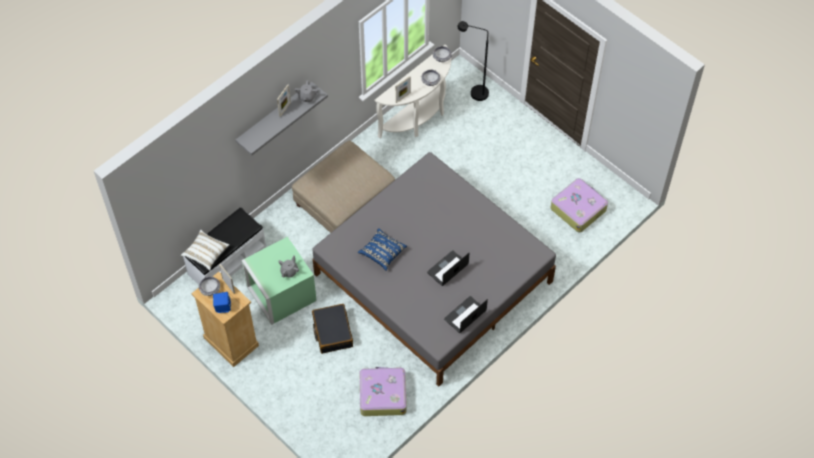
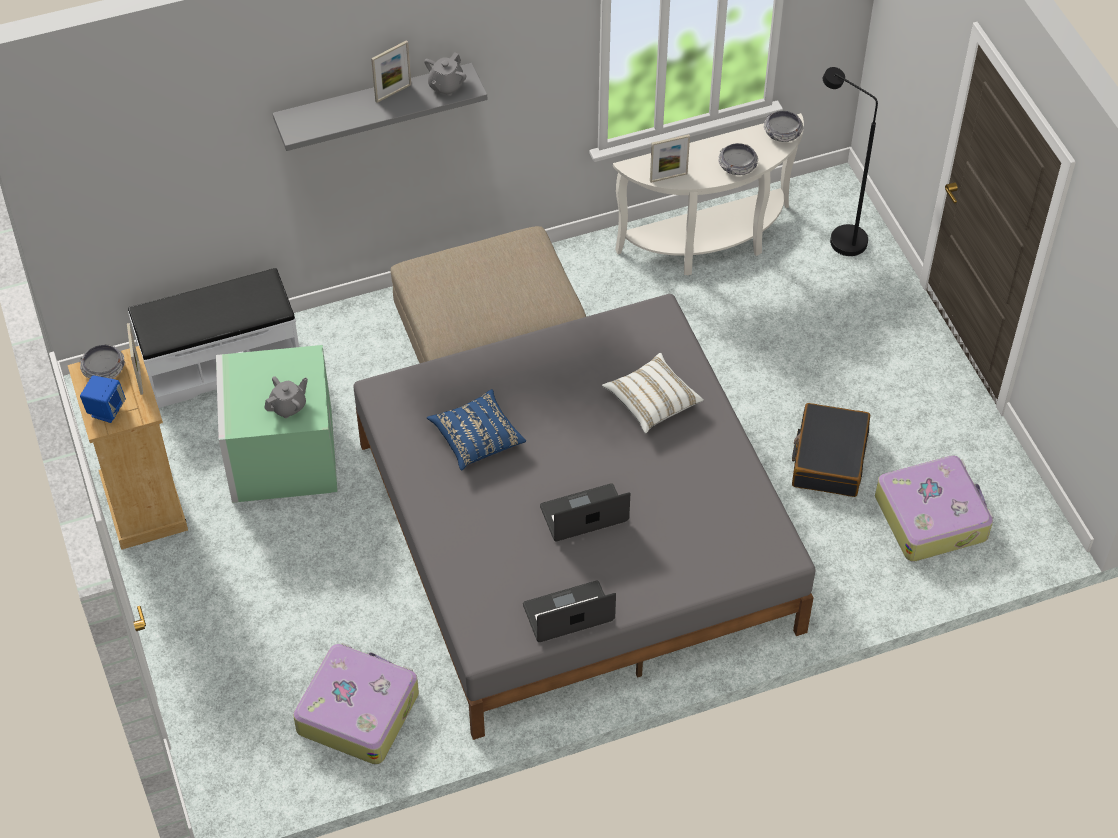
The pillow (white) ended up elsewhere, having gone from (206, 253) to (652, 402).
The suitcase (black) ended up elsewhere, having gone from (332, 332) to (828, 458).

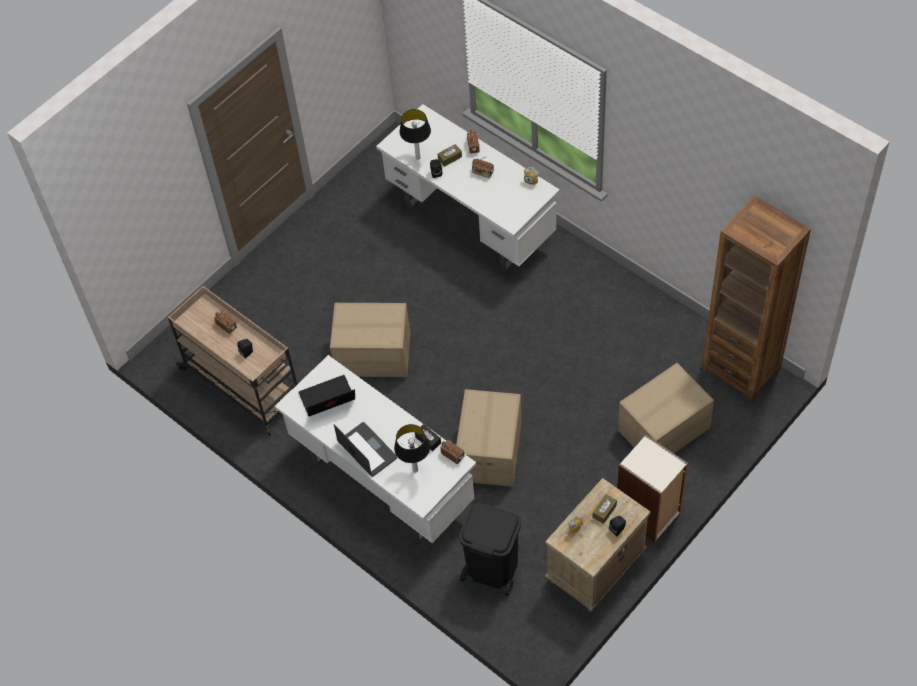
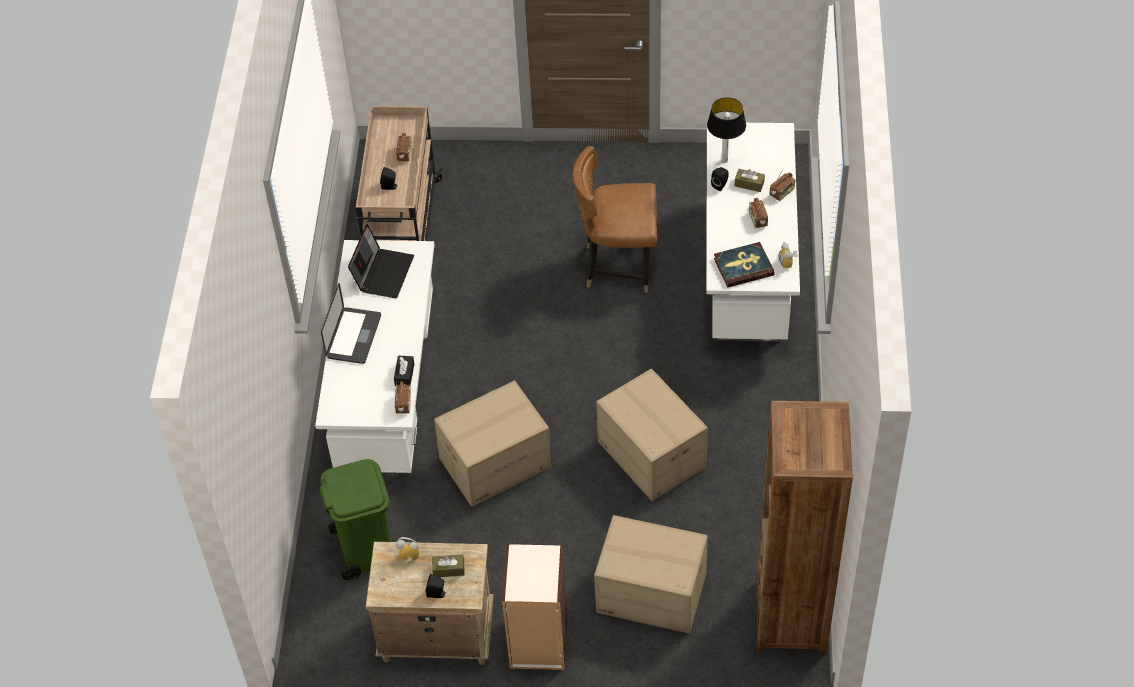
The laptop at (327, 400) ended up facing another way, 75 degrees clockwise from before.
The cardboard box ended up elsewhere, having gone from (373, 355) to (650, 455).
The second view lost the table lamp at (415, 470).
What was the trash can (black) at (492, 569) turned into the trash can (green) at (365, 548).
The second view gained the chair (brown) at (618, 266).
The second view gained the book at (743, 266).

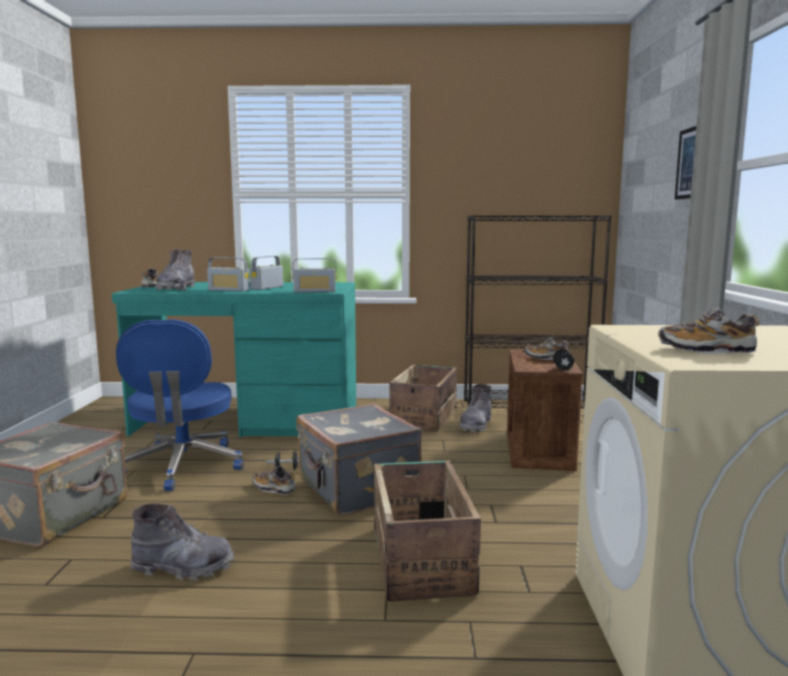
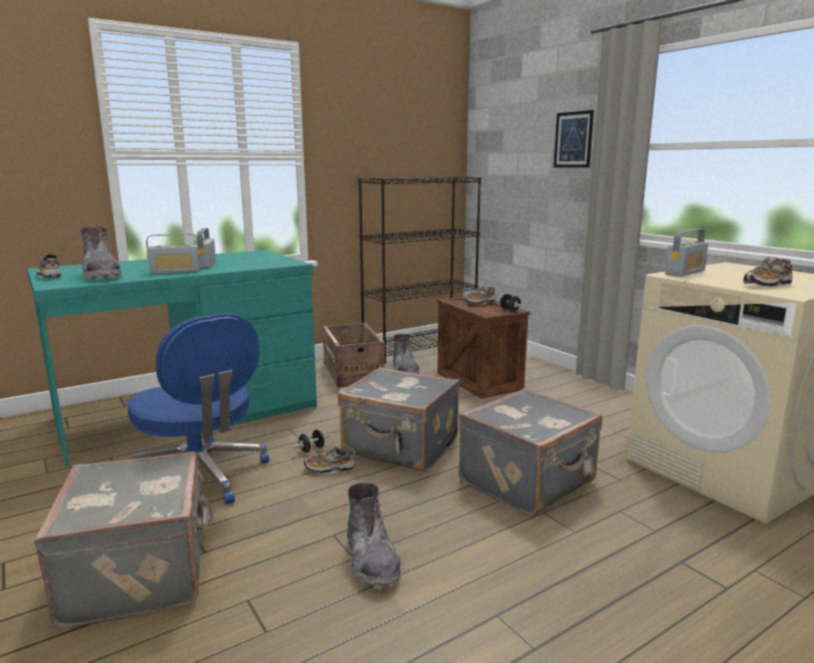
The boot (grey) at (183, 568) ended up facing another way, 105 degrees clockwise from before.
The radio ended up elsewhere, having gone from (314, 291) to (685, 272).
Where the crate stood at (421, 558), the suitcase (grey) came to stand at (529, 482).

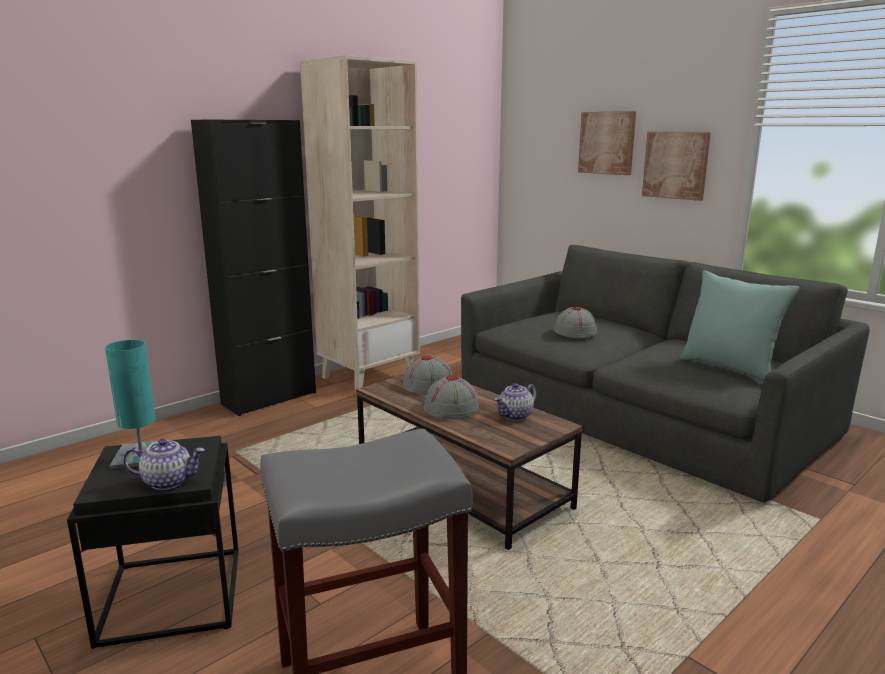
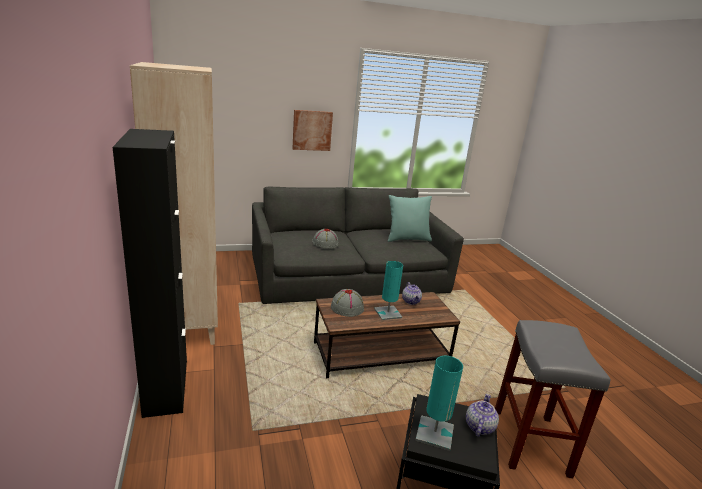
Where the hat (grey) stood at (451, 408), the table lamp (turquoise) came to stand at (387, 313).
The second view lost the picture at (607, 143).

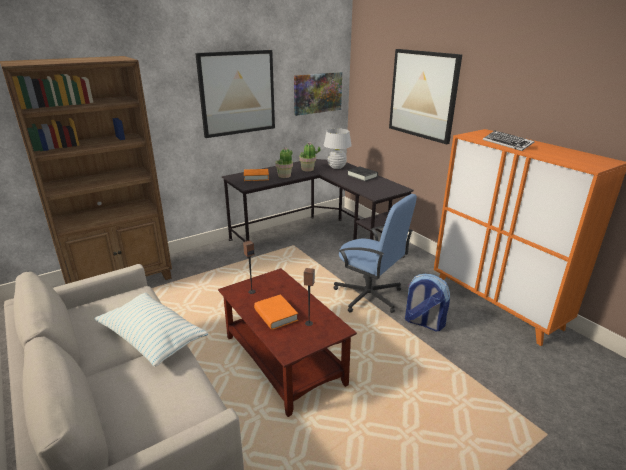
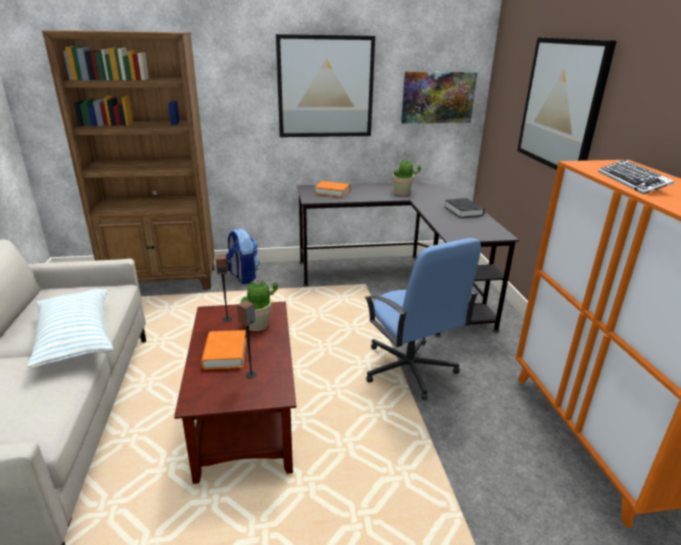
The potted plant ended up elsewhere, having gone from (284, 176) to (257, 325).
The second view lost the table lamp (white) at (336, 167).
The backpack ended up elsewhere, having gone from (423, 322) to (242, 277).

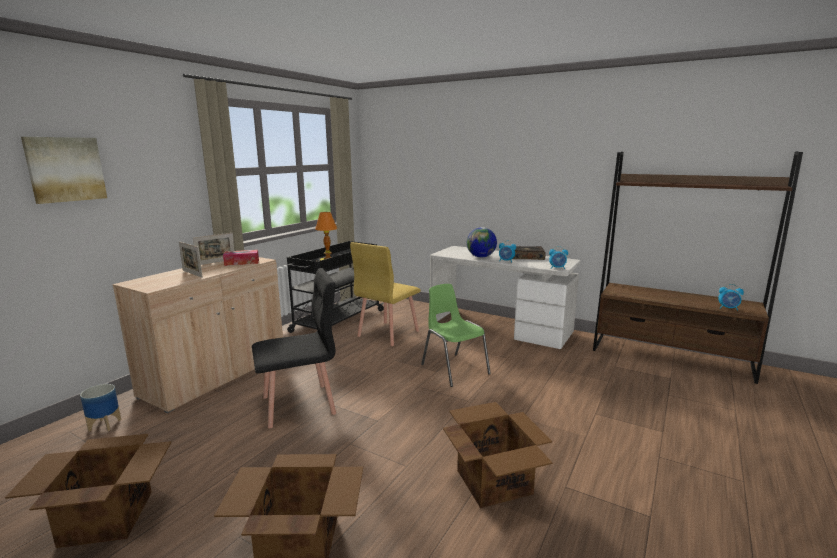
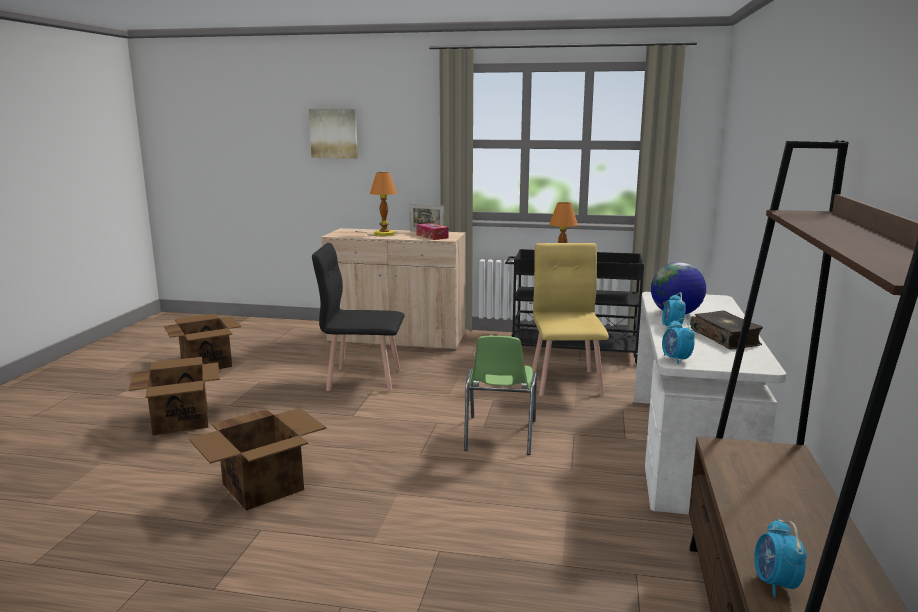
The second view lost the planter at (104, 425).
Where the picture frame stood at (192, 274), the table lamp came to stand at (381, 234).
The chair (black) at (299, 405) ended up facing another way, 135 degrees clockwise from before.
The chair (yellow) at (387, 333) ended up facing another way, 75 degrees clockwise from before.
The chair (green) at (454, 369) ended up facing another way, 150 degrees clockwise from before.

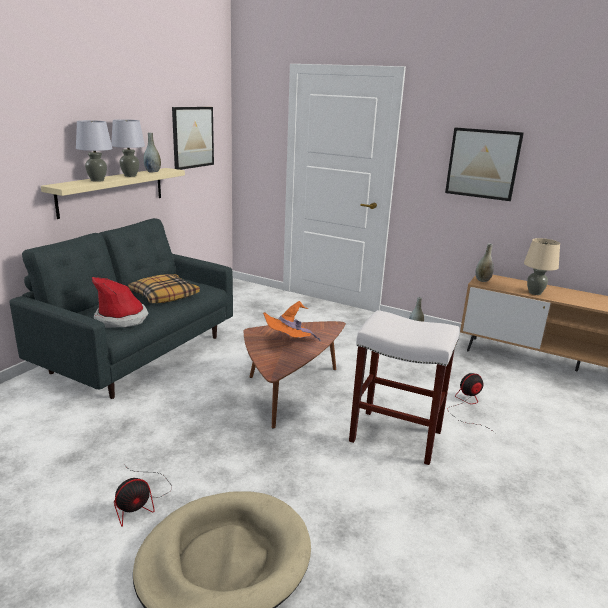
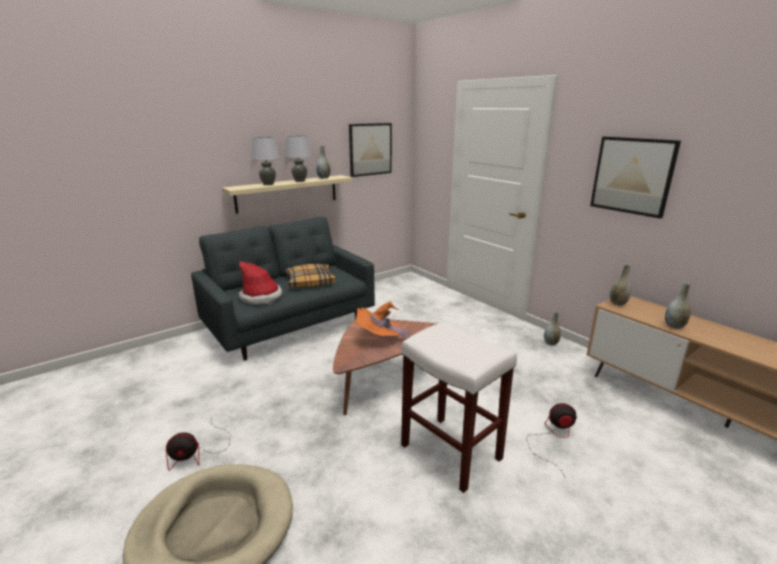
Where the table lamp (beige) stood at (535, 293), the vase (grey) came to stand at (674, 326).

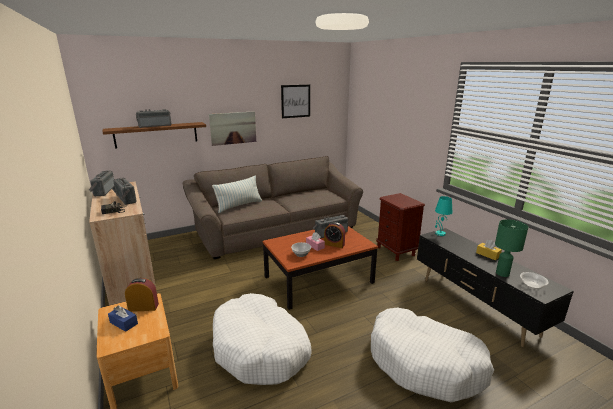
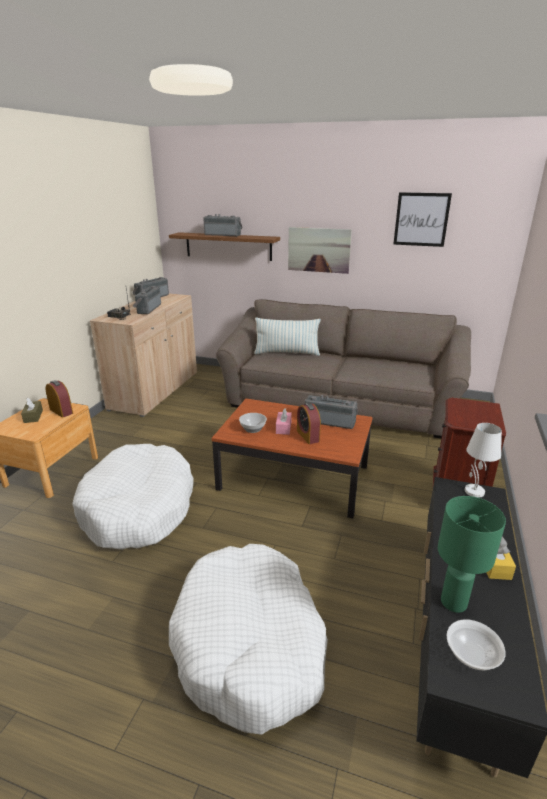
What was the tissue box (blue) at (124, 323) turned into the tissue box (brown) at (33, 416).
What was the table lamp (turquoise) at (440, 233) turned into the table lamp (white) at (473, 491).

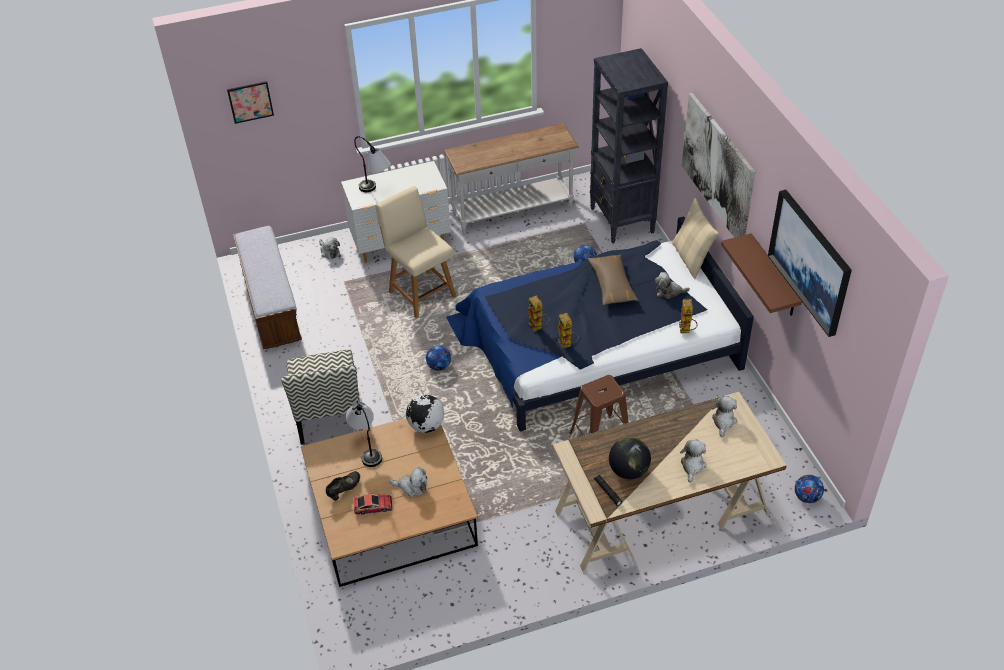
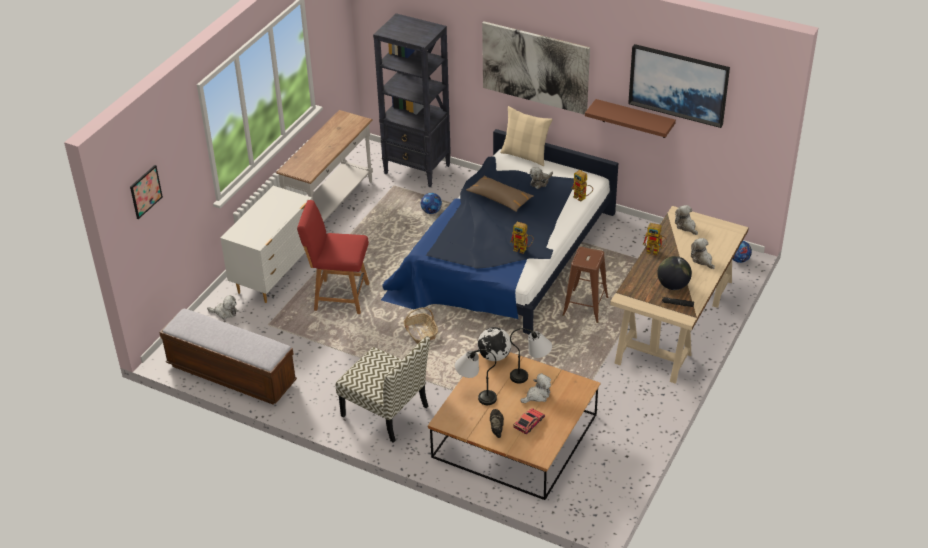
The table lamp ended up elsewhere, having gone from (376, 191) to (531, 375).
What was the chair (beige) at (421, 293) turned into the chair (red) at (339, 297).
Where the football stood at (439, 366), the basket came to stand at (420, 333).
The toy robot ended up elsewhere, having gone from (538, 327) to (655, 251).

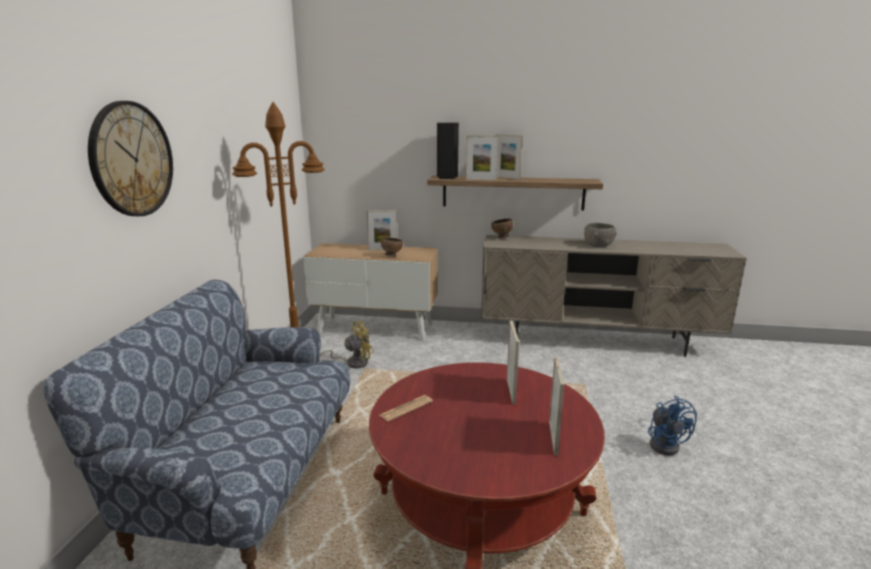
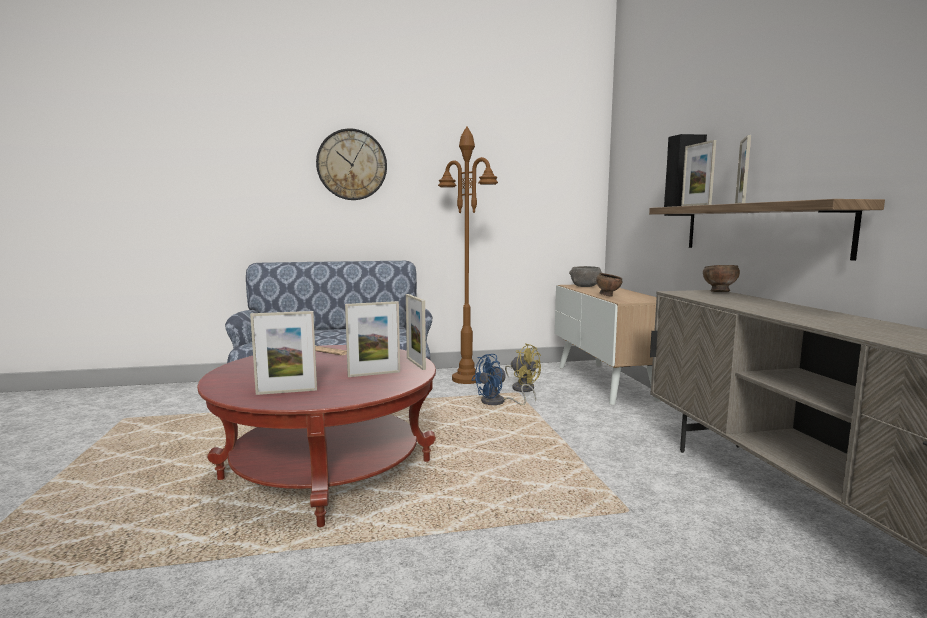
The picture frame ended up elsewhere, having gone from (382, 250) to (415, 363).
The bowl (grey) ended up elsewhere, having gone from (598, 245) to (585, 286).
The fan (blue) ended up elsewhere, having gone from (665, 444) to (498, 403).

